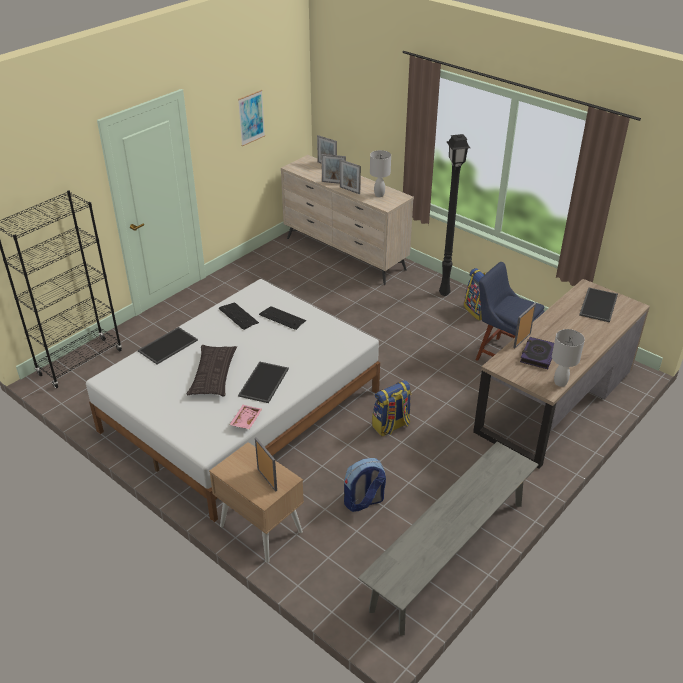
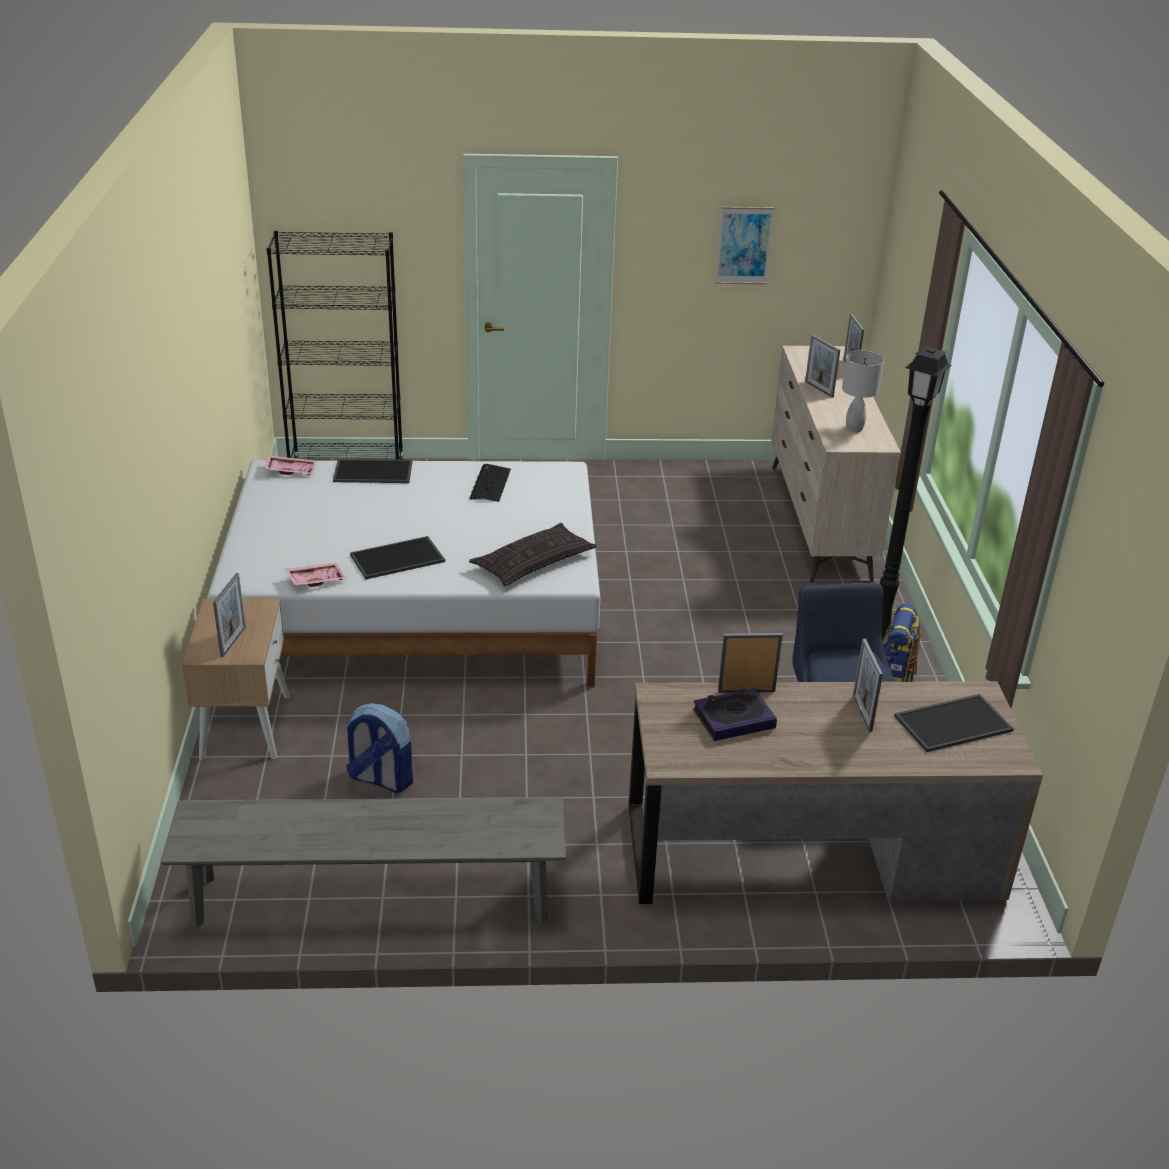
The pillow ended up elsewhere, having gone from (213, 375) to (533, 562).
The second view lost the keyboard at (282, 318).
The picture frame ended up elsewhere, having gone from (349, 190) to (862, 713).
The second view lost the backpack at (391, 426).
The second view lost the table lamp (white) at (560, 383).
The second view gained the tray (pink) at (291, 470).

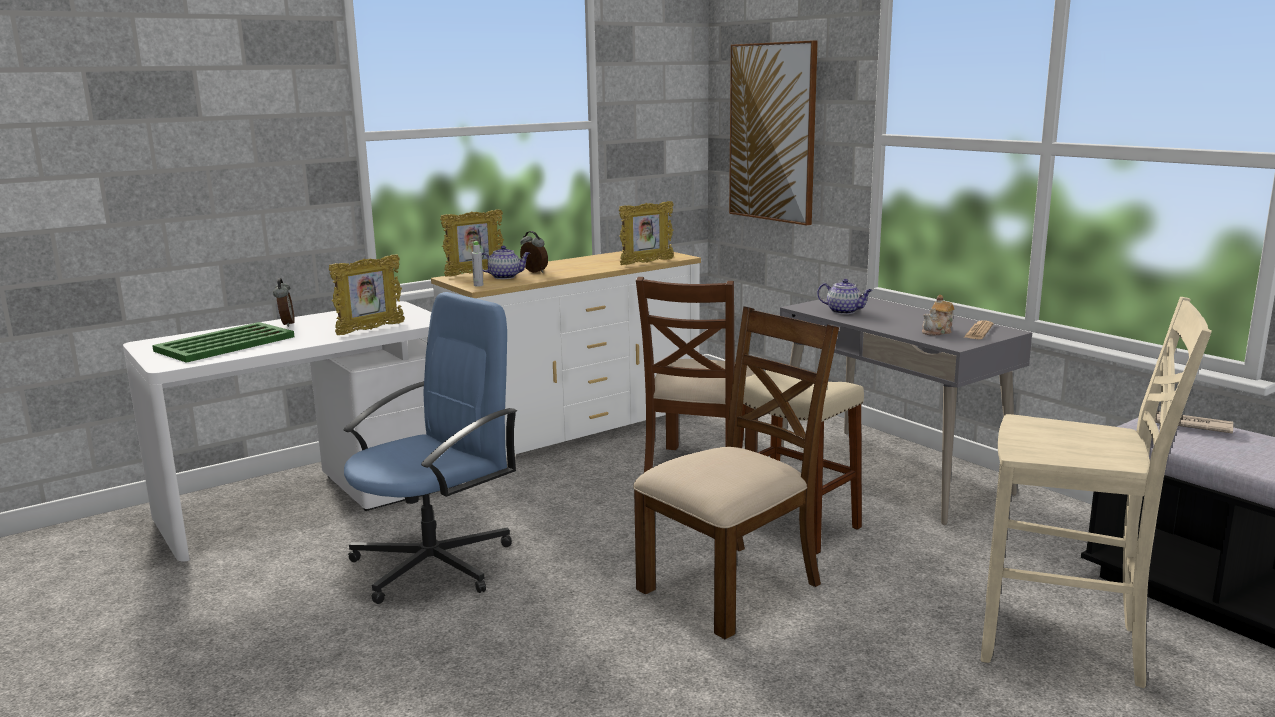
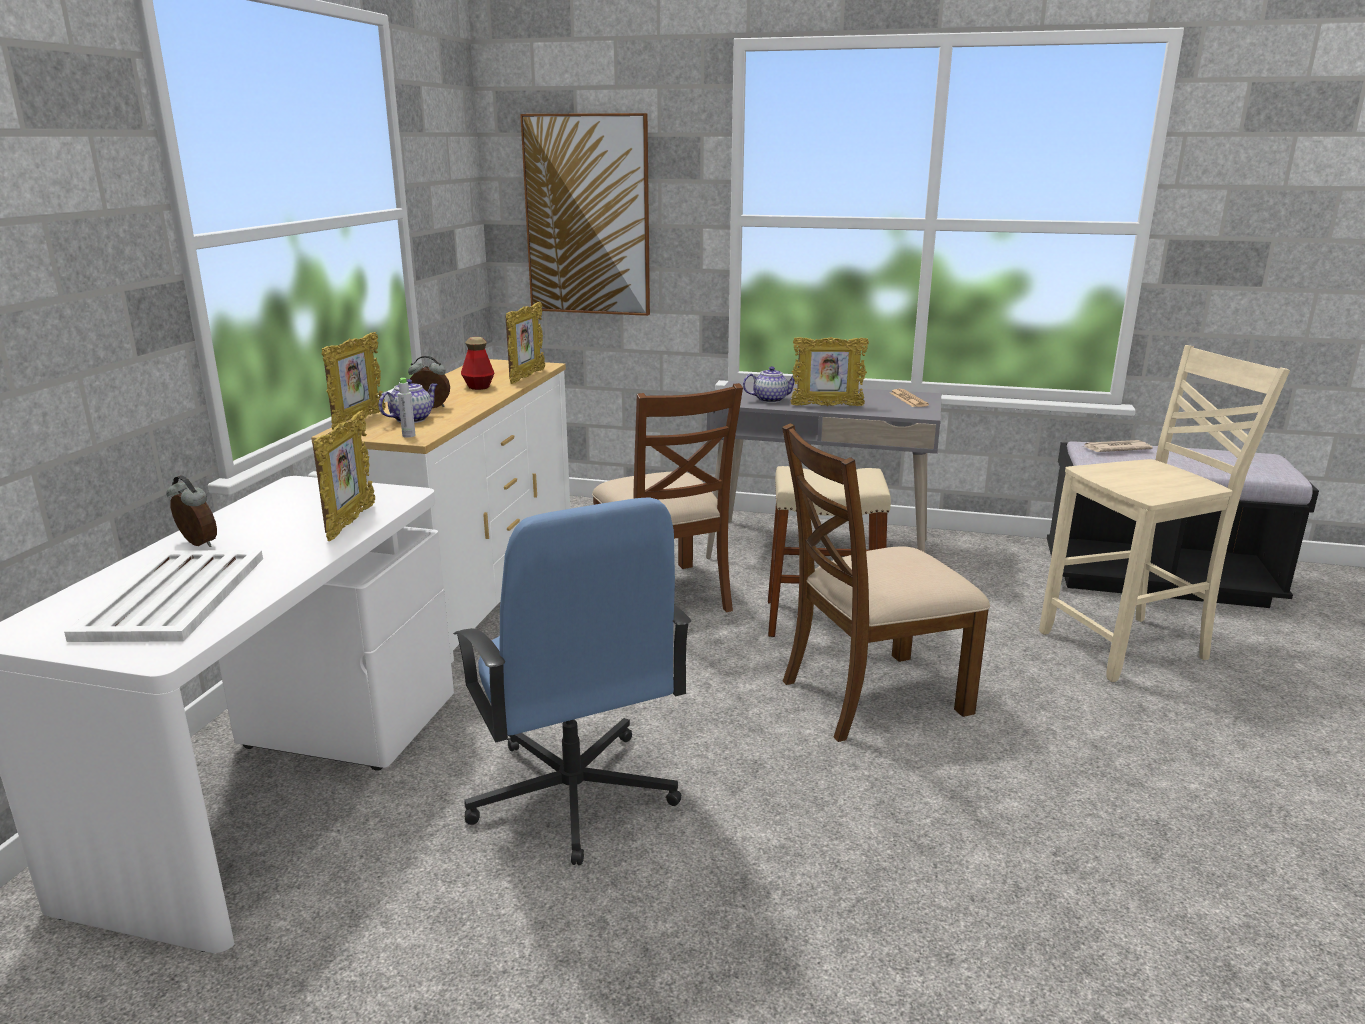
What was the tray (green) at (224, 344) turned into the tray (white) at (172, 597).
The office chair (blue) at (435, 564) ended up facing another way, 150 degrees clockwise from before.
The chair (brown) at (732, 586) ended up facing another way, 120 degrees counterclockwise from before.
The second view lost the teapot at (938, 332).
The second view gained the bottle at (478, 387).
The second view gained the picture frame at (827, 406).

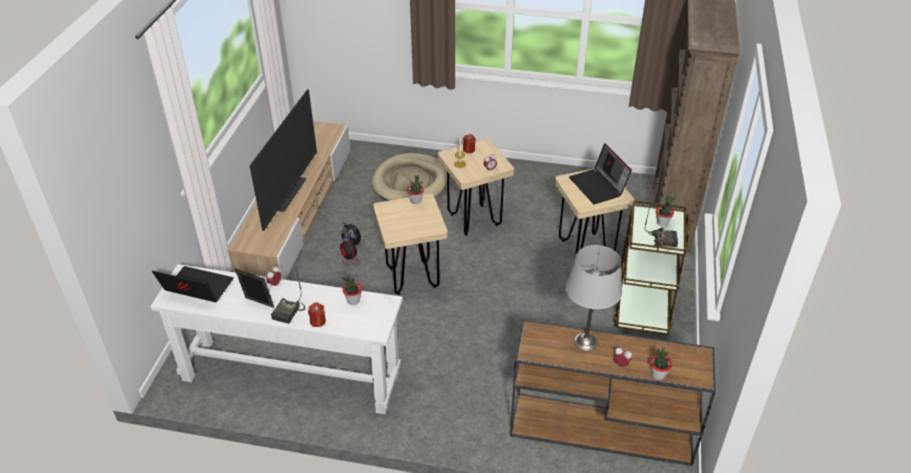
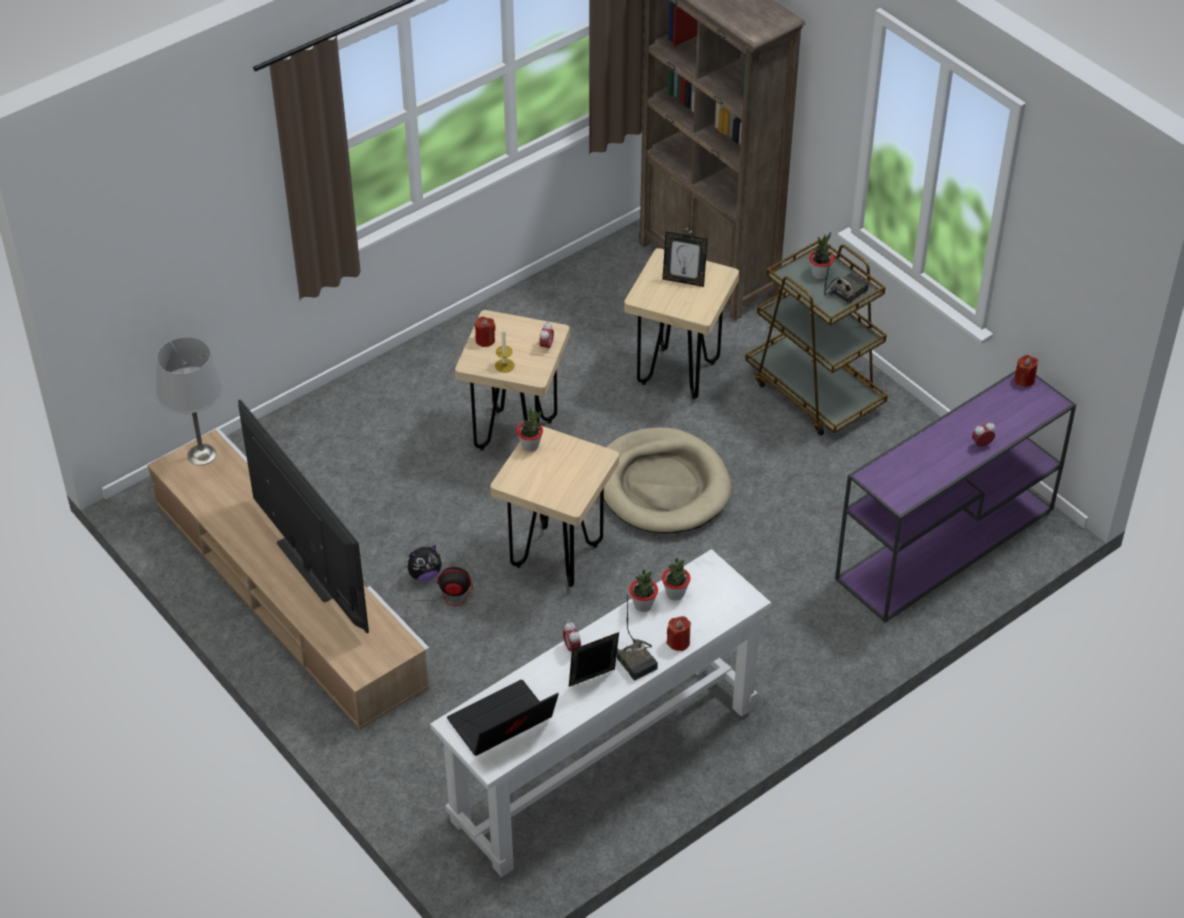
The dog bed (beige) ended up elsewhere, having gone from (410, 182) to (662, 486).
What was the console table (brown) at (599, 428) turned into the console table (purple) at (944, 545).
The table lamp (grey) ended up elsewhere, having gone from (586, 341) to (202, 454).
Where the laptop stood at (598, 186), the picture frame came to stand at (684, 280).
The potted plant ended up elsewhere, having gone from (658, 374) to (643, 605).
The second view gained the candle (red) at (1024, 380).

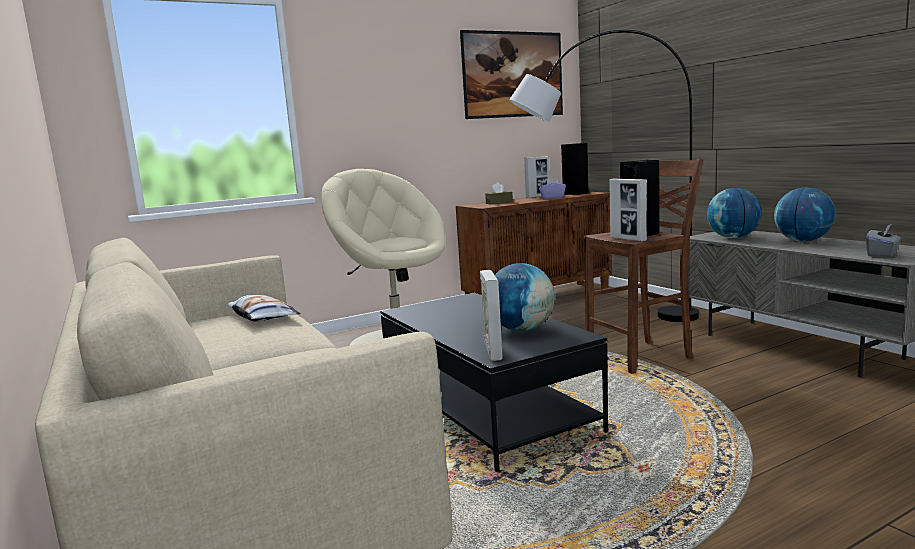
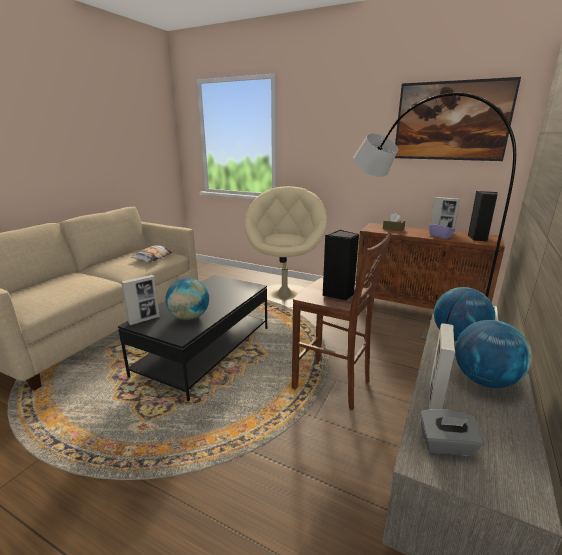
The picture frame ended up elsewhere, having gone from (628, 239) to (435, 400).

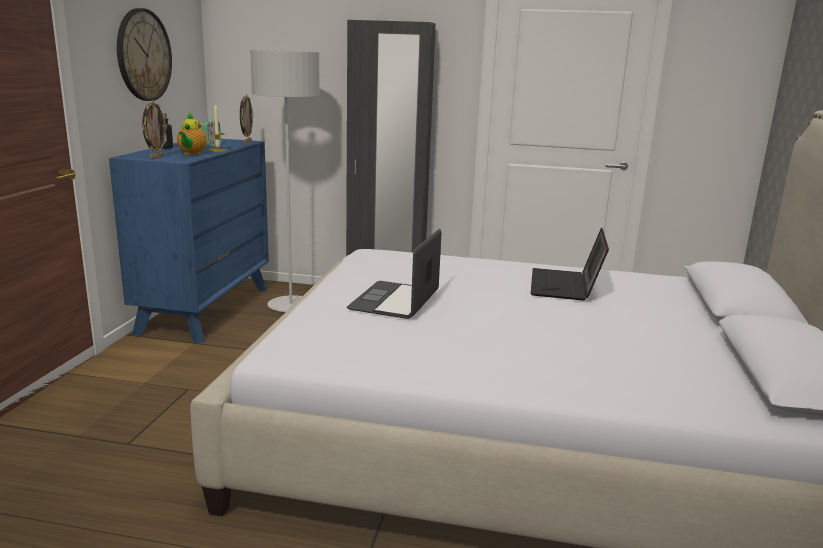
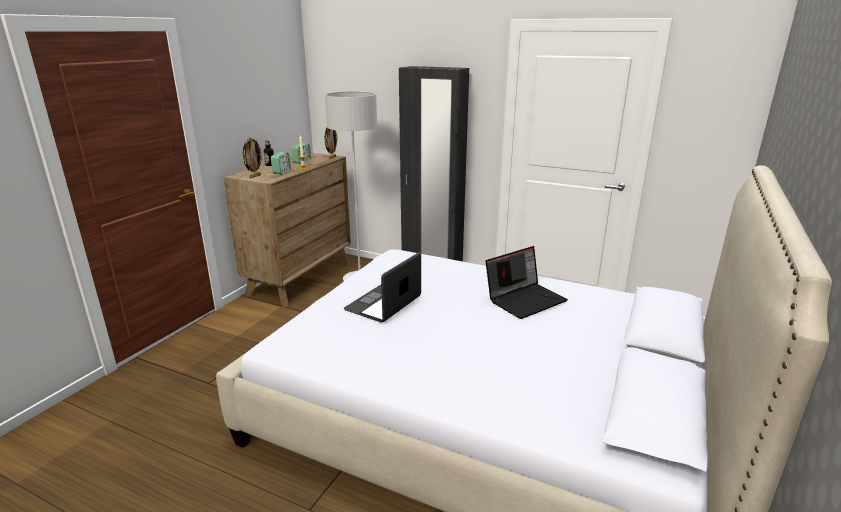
What was the dresser (blue) at (205, 309) turned into the dresser (brown) at (300, 278).
The second view lost the wall clock at (143, 55).
Where the teapot stood at (191, 154), the alarm clock came to stand at (281, 172).
The laptop at (566, 286) ended up facing another way, 150 degrees counterclockwise from before.

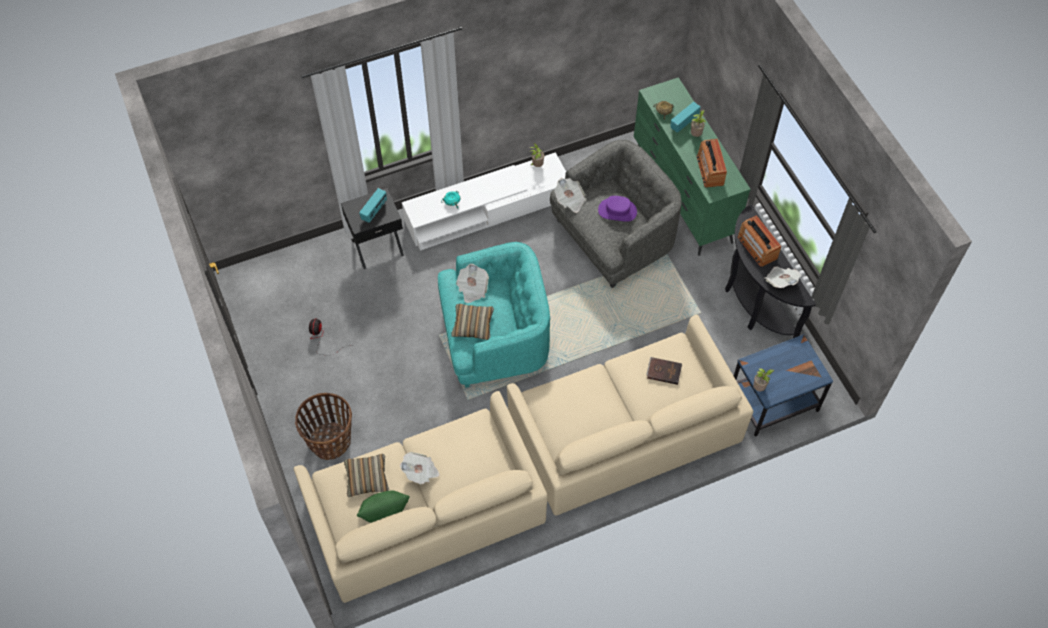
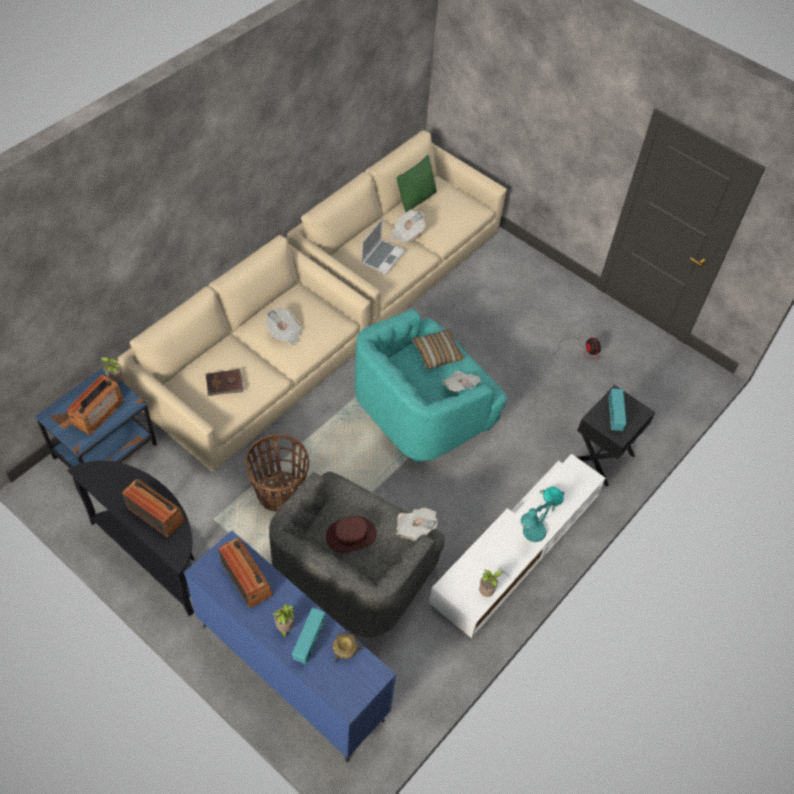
The basket ended up elsewhere, having gone from (330, 441) to (280, 493).
The second view lost the pillow at (367, 478).
What was the hat (purple) at (617, 211) turned into the hat (brown) at (351, 536).
What was the dresser (green) at (682, 195) turned into the dresser (blue) at (291, 671).
The newspaper ended up elsewhere, having gone from (780, 281) to (284, 333).
The second view gained the radio at (98, 412).
The second view gained the laptop at (382, 257).
The second view gained the table lamp (turquoise) at (530, 535).

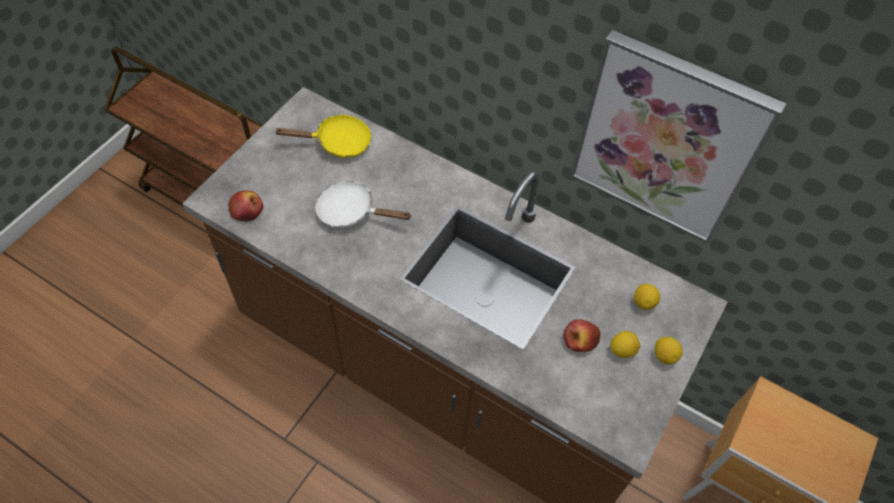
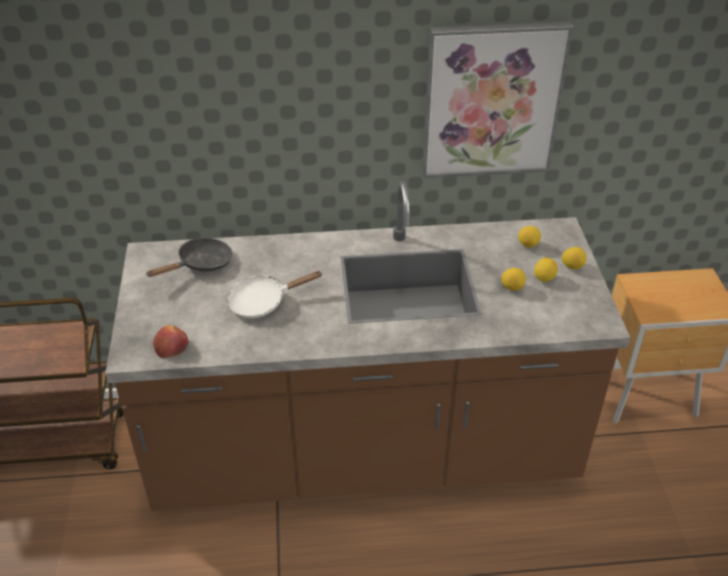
What was the frying pan (yellow) at (338, 143) turned into the frying pan (black) at (201, 264).
Where the apple stood at (580, 339), the lemon came to stand at (512, 287).

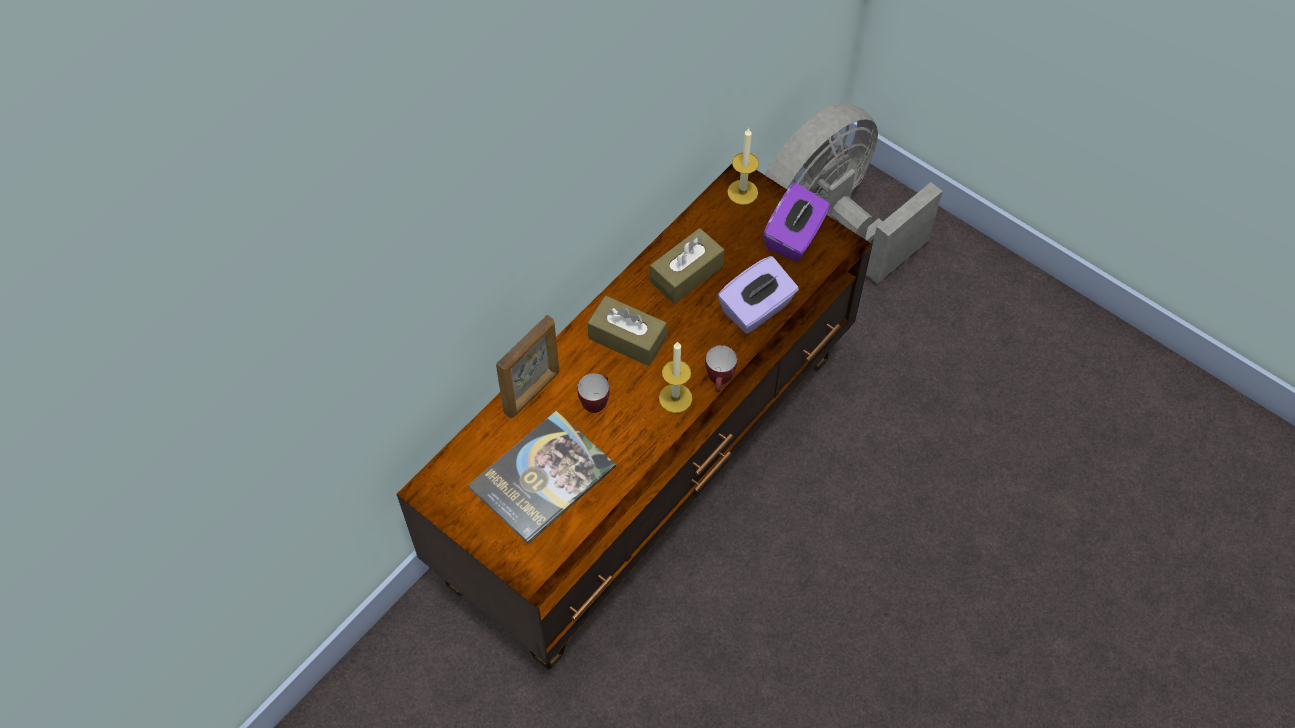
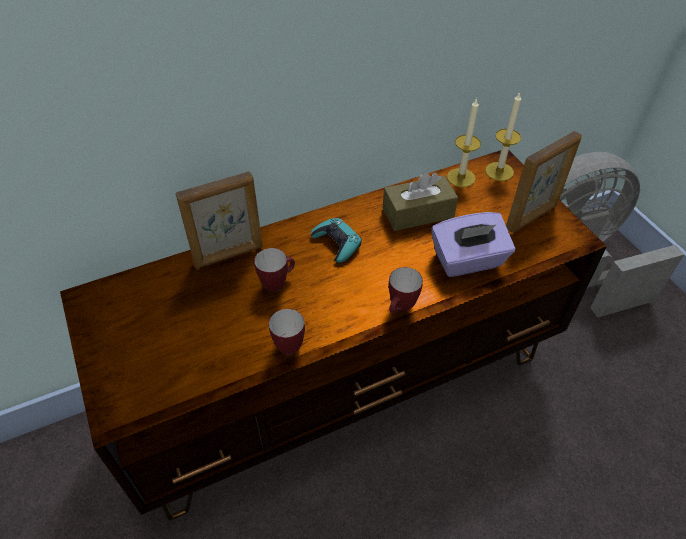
The second view lost the book at (542, 477).
Where the tissue box (brown) stood at (627, 338), the game controller (turquoise) came to stand at (337, 243).
The candle ended up elsewhere, having gone from (675, 398) to (461, 177).
Where the tissue box (purple) stood at (795, 237), the picture frame came to stand at (532, 217).
The second view gained the mug at (287, 343).

